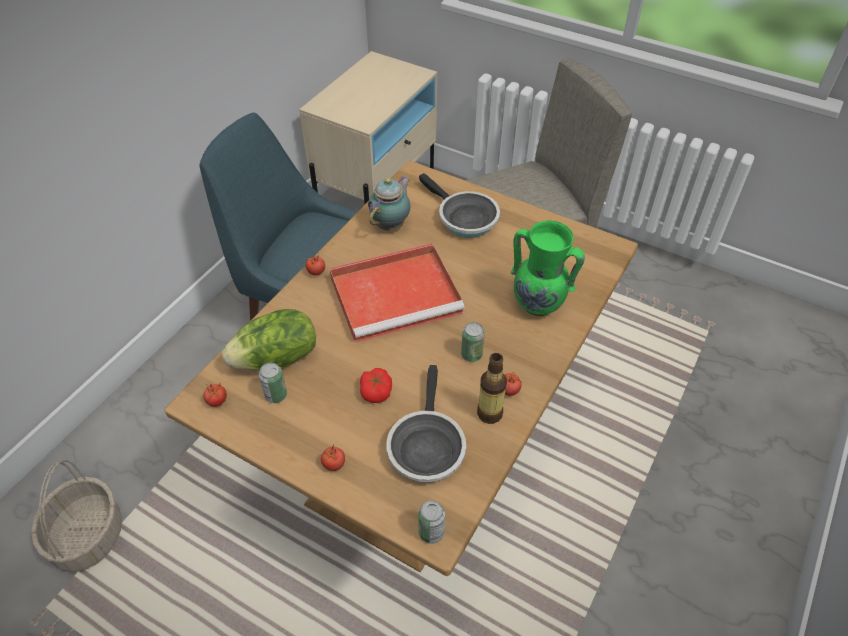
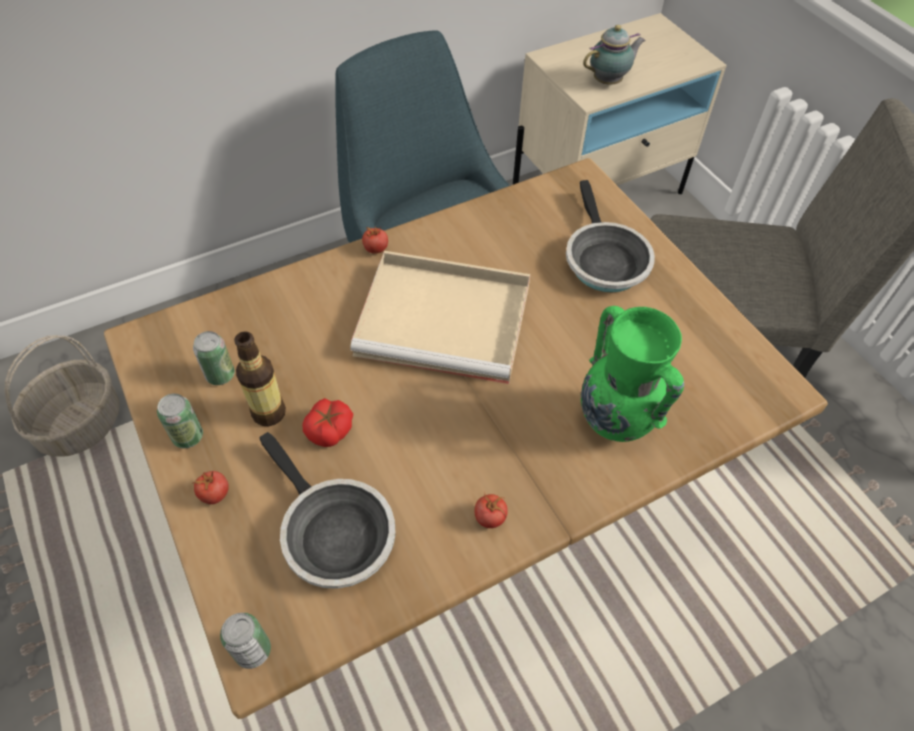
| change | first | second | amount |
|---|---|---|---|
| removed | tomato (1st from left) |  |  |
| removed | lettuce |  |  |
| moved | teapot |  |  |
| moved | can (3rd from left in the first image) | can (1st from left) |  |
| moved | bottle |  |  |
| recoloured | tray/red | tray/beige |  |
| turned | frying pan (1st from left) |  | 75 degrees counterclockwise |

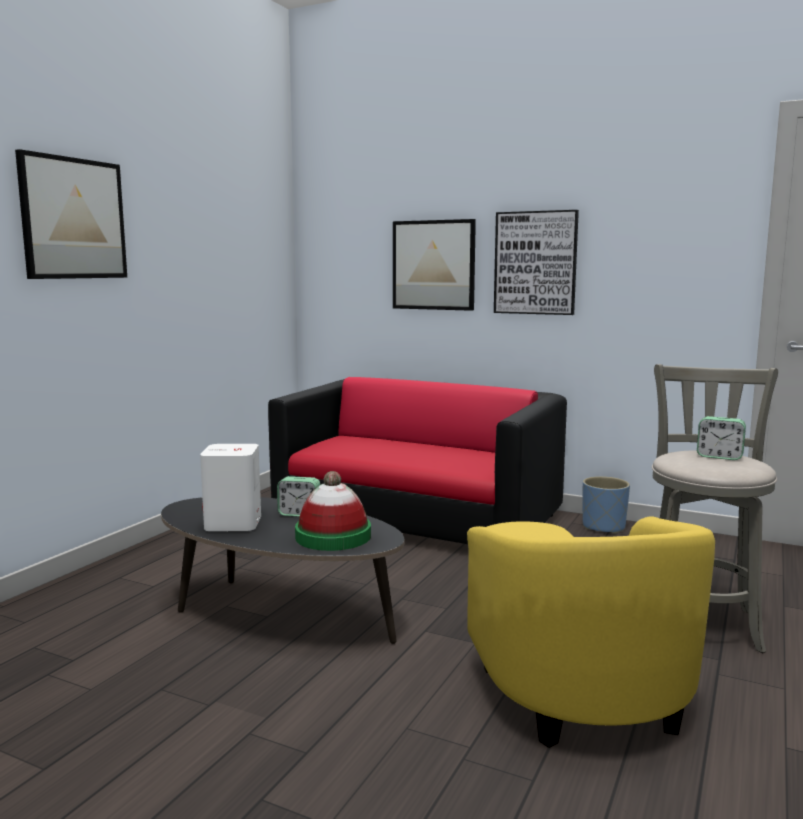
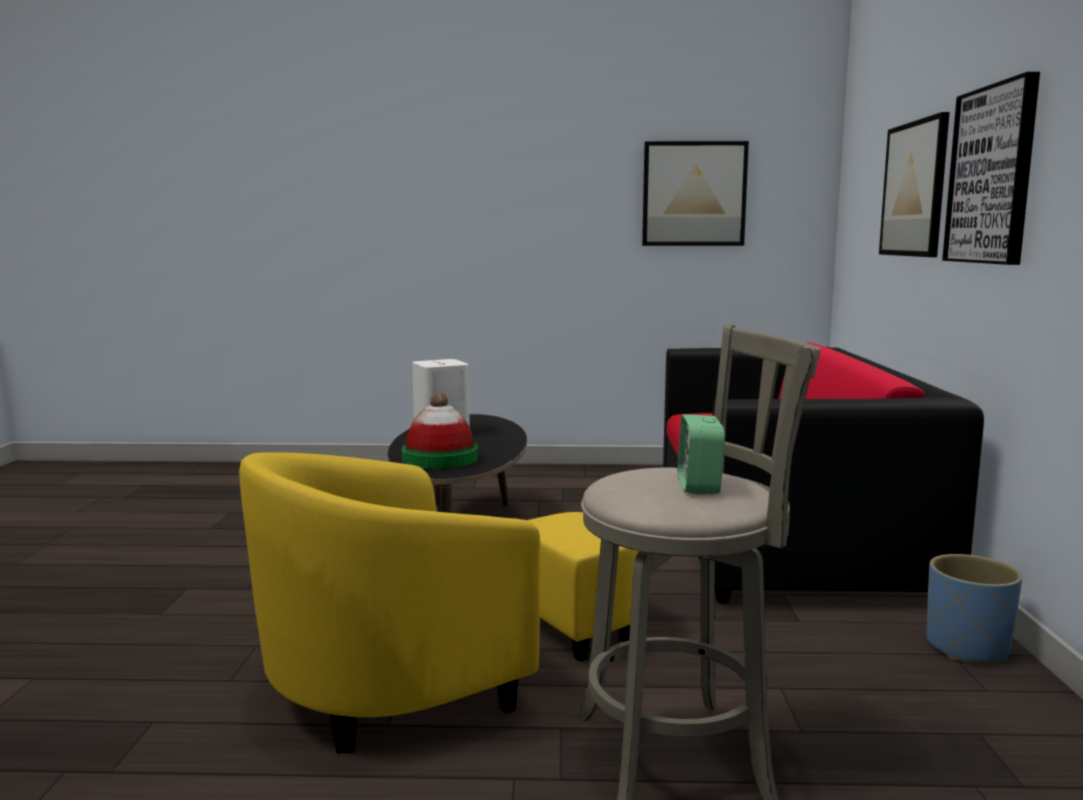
| change | first | second | amount |
|---|---|---|---|
| removed | alarm clock (1st from left) |  |  |
| moved | picture (1st from left) |  |  |

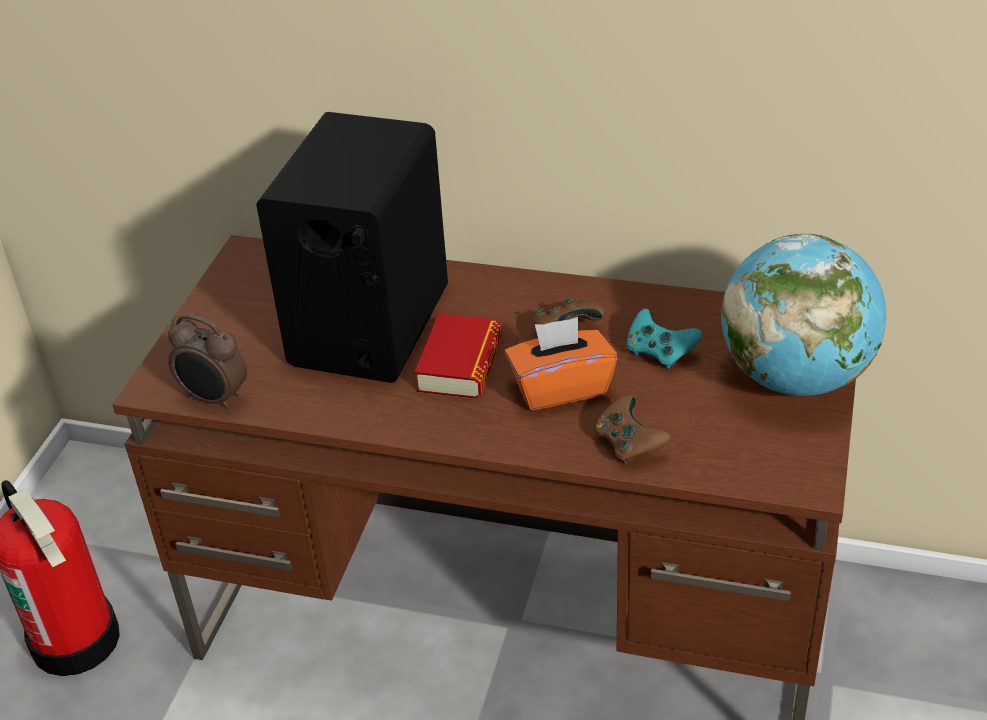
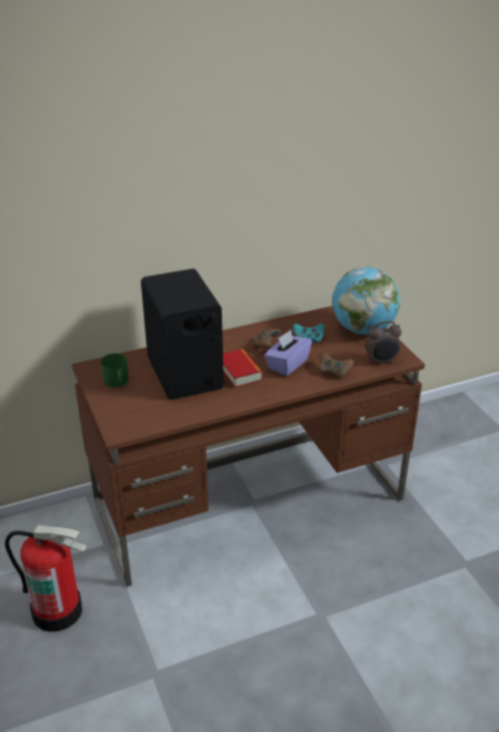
| change | first | second | amount |
|---|---|---|---|
| added |  | mug/green |  |
| moved | alarm clock |  |  |
| recoloured | tissue box/orange | tissue box/purple |  |

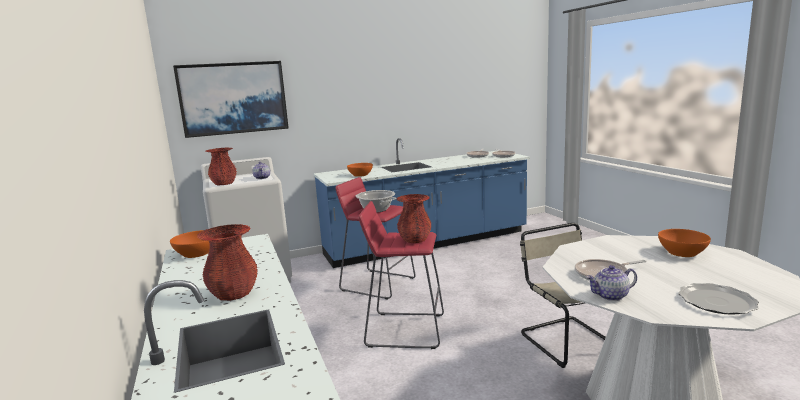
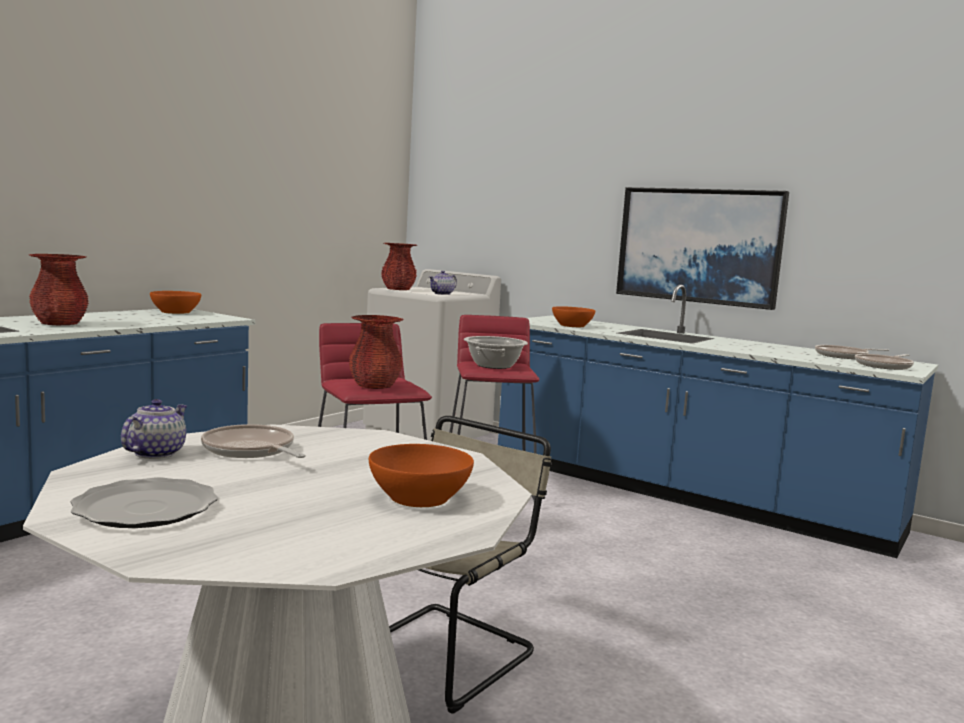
| change | first | second | amount |
|---|---|---|---|
| moved | picture |  |  |
| turned | teapot (2nd from left in the first image) | teapot (1st from left) | 60 degrees clockwise |

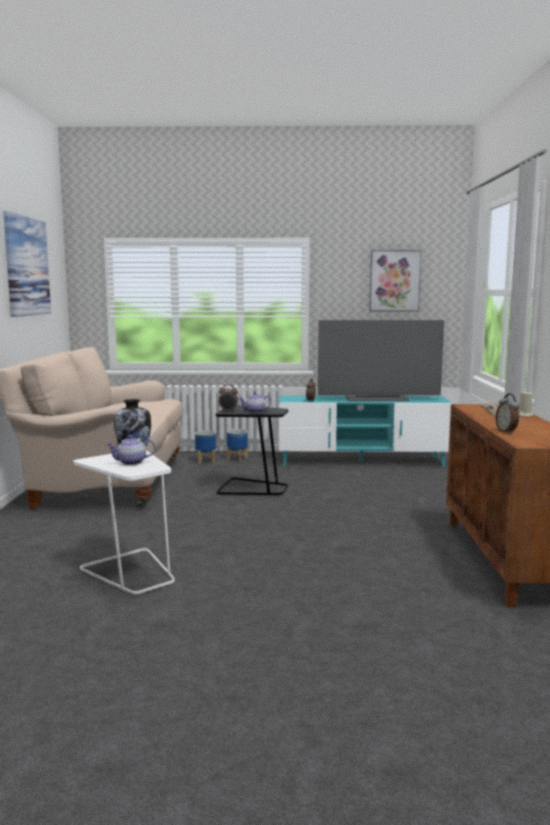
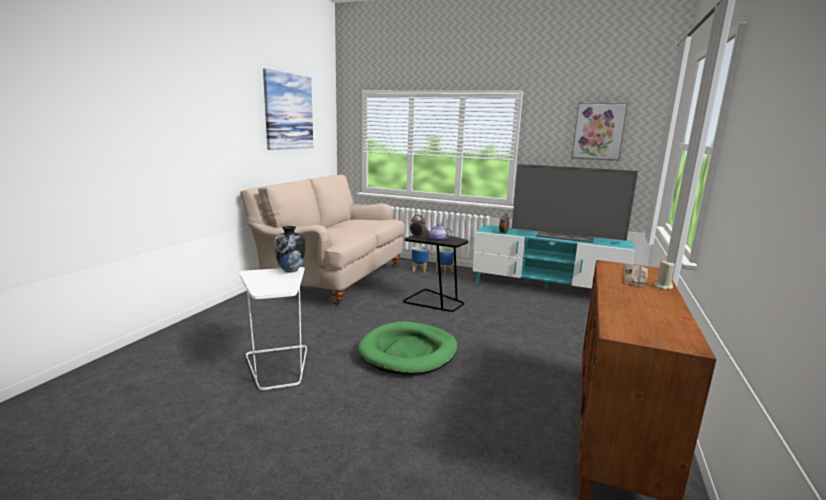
| change | first | second | amount |
|---|---|---|---|
| removed | teapot (1st from left) |  |  |
| removed | alarm clock (3rd from left) |  |  |
| added |  | dog bed/green |  |

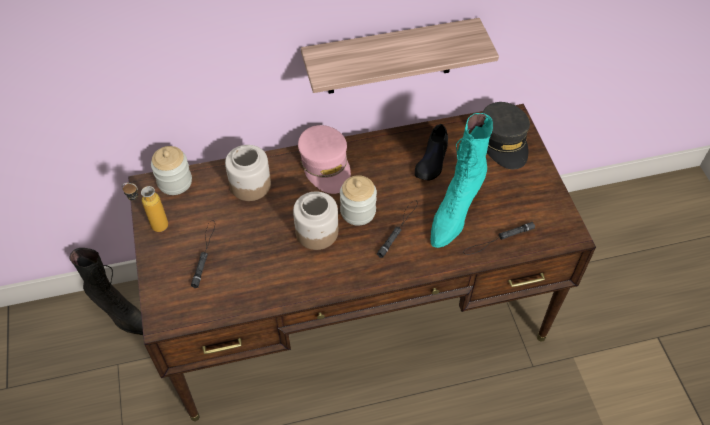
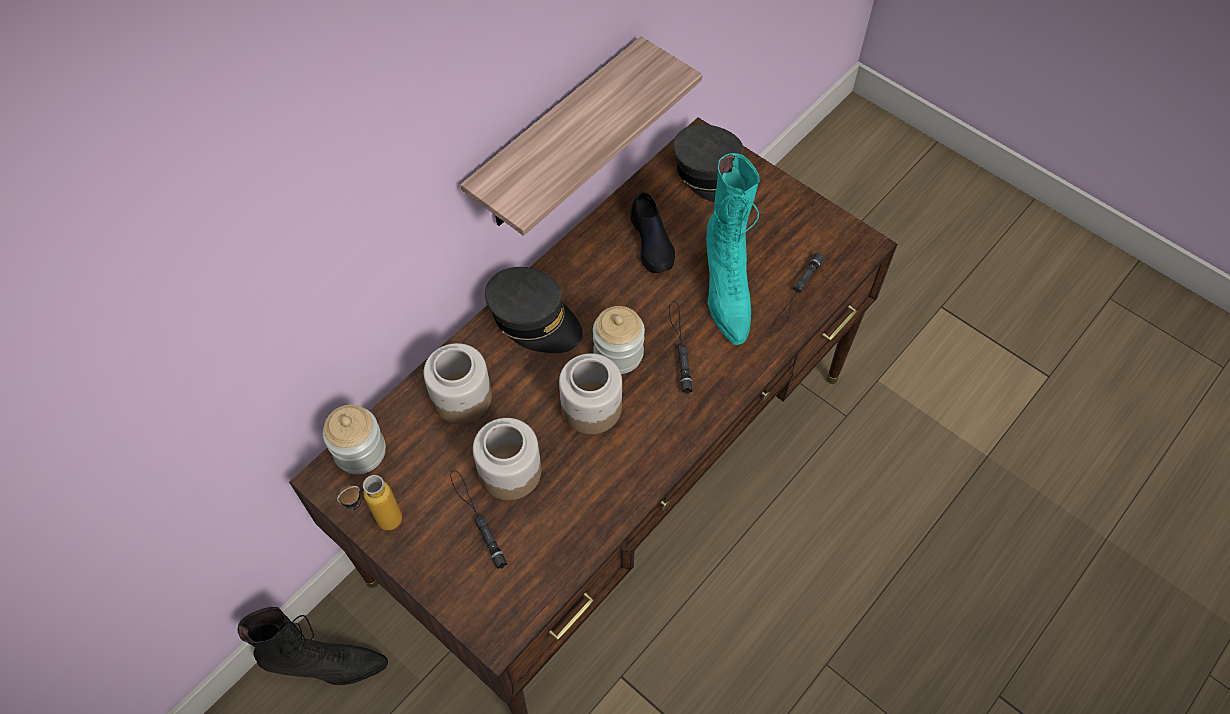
| change | first | second | amount |
|---|---|---|---|
| added |  | jar (3rd from left) |  |
| recoloured | cap/pink | cap/grey (1st from left) |  |

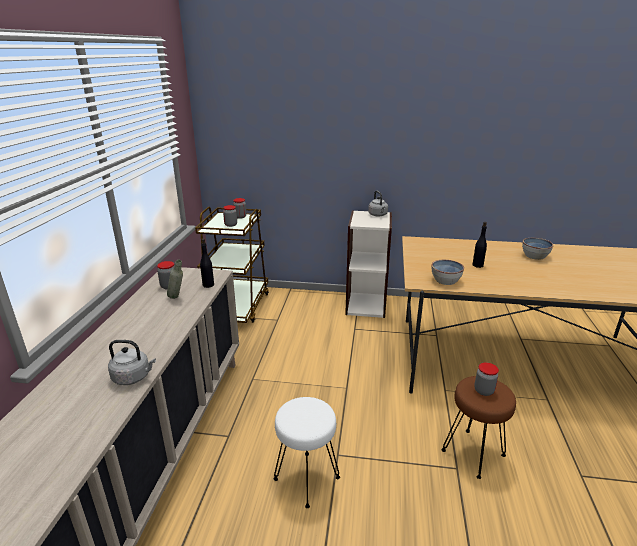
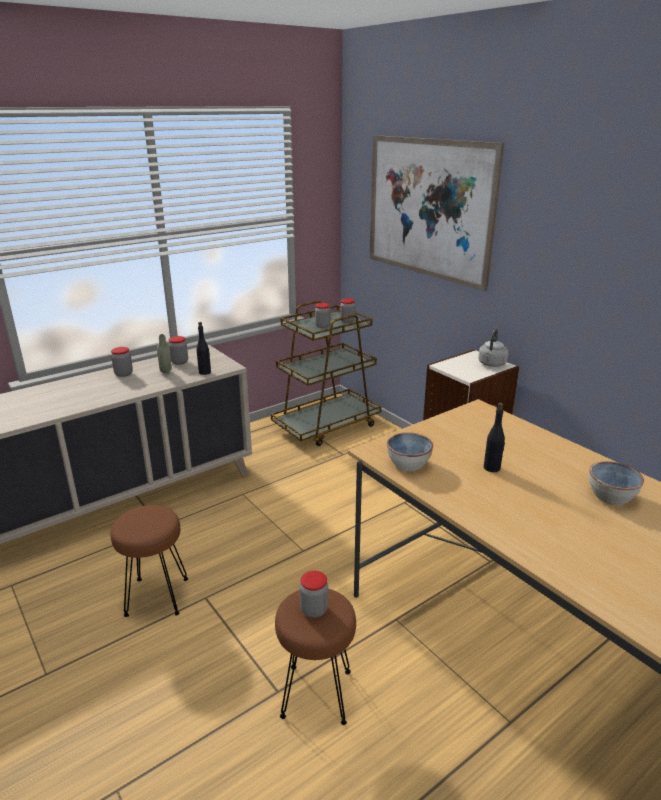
| change | first | second | amount |
|---|---|---|---|
| removed | kettle/grey (1st from left) |  |  |
| added |  | jar (1st from left) |  |
| added |  | picture |  |
| recoloured | stool/white | stool/brown (1st from left) |  |

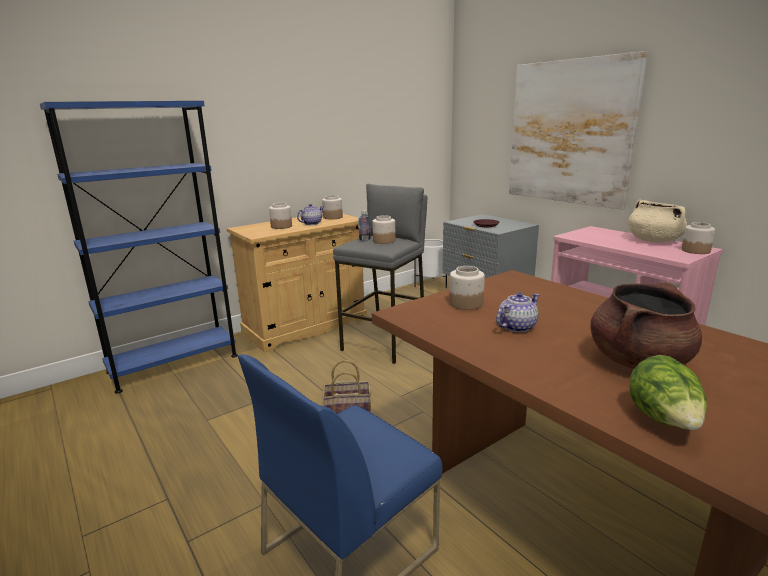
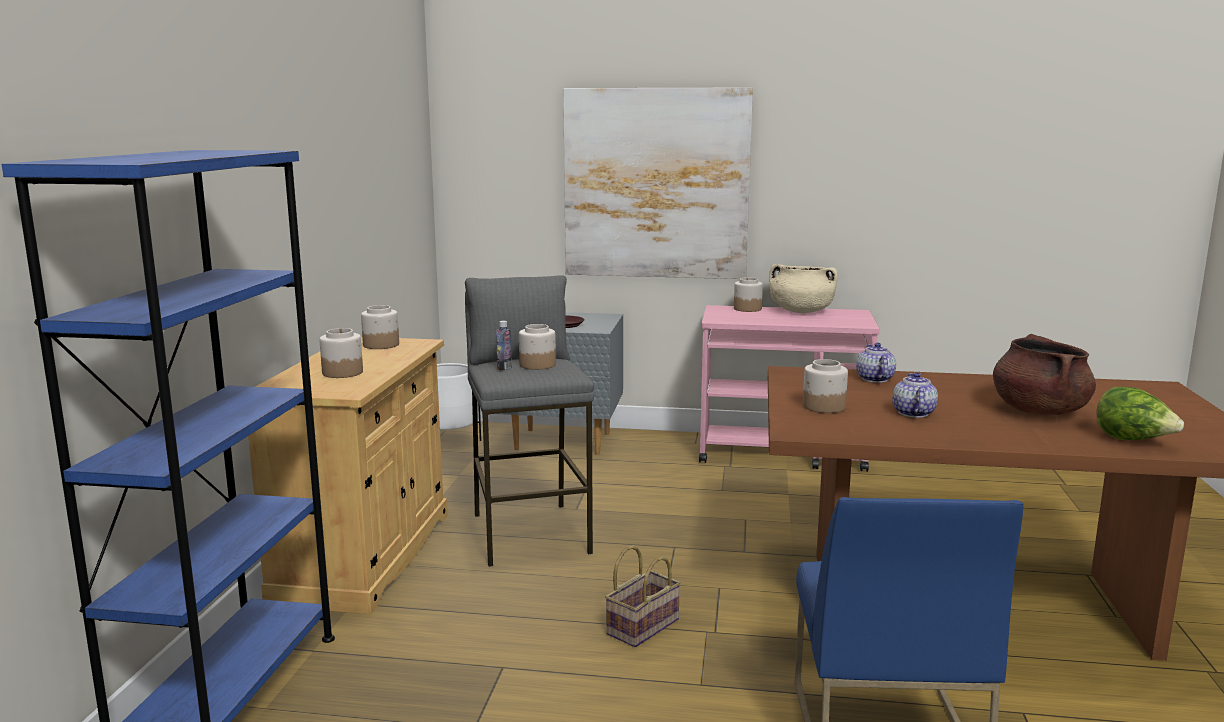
| change | first | second | amount |
|---|---|---|---|
| moved | teapot (1st from left) |  |  |
| moved | jar (5th from left in the first image) | jar (4th from left) |  |

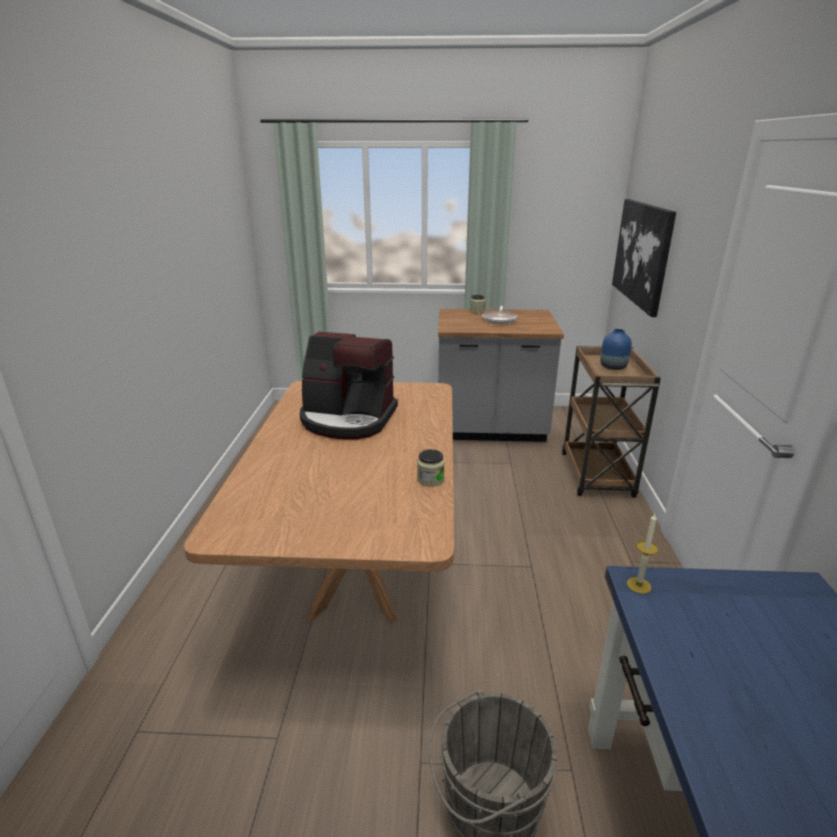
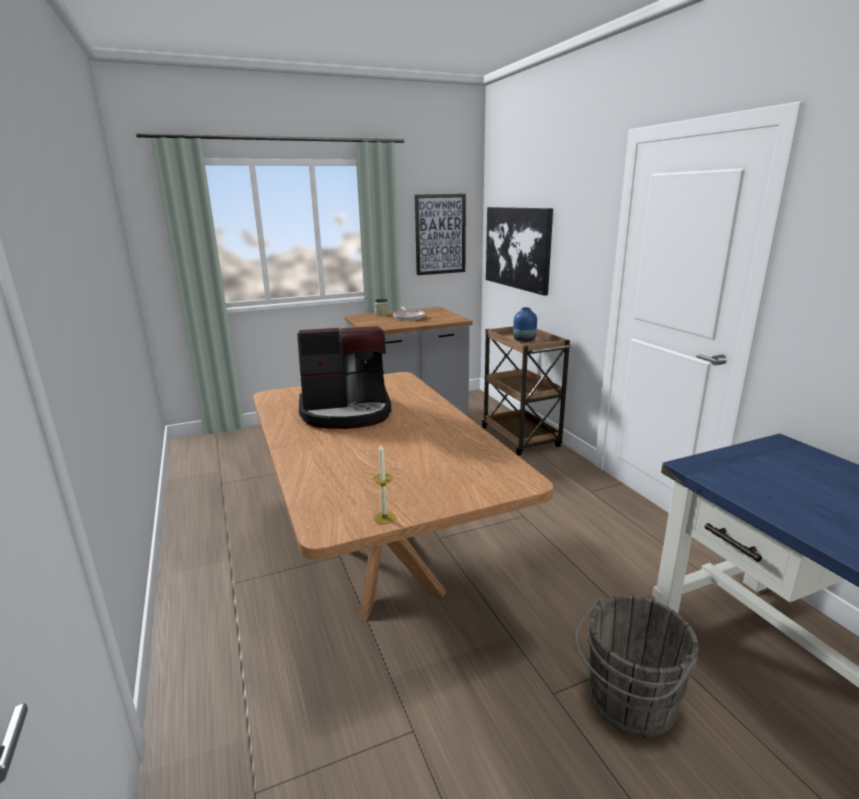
| change | first | second | amount |
|---|---|---|---|
| removed | jar (1st from left) |  |  |
| added |  | picture (1st from left) |  |
| moved | candle |  |  |

